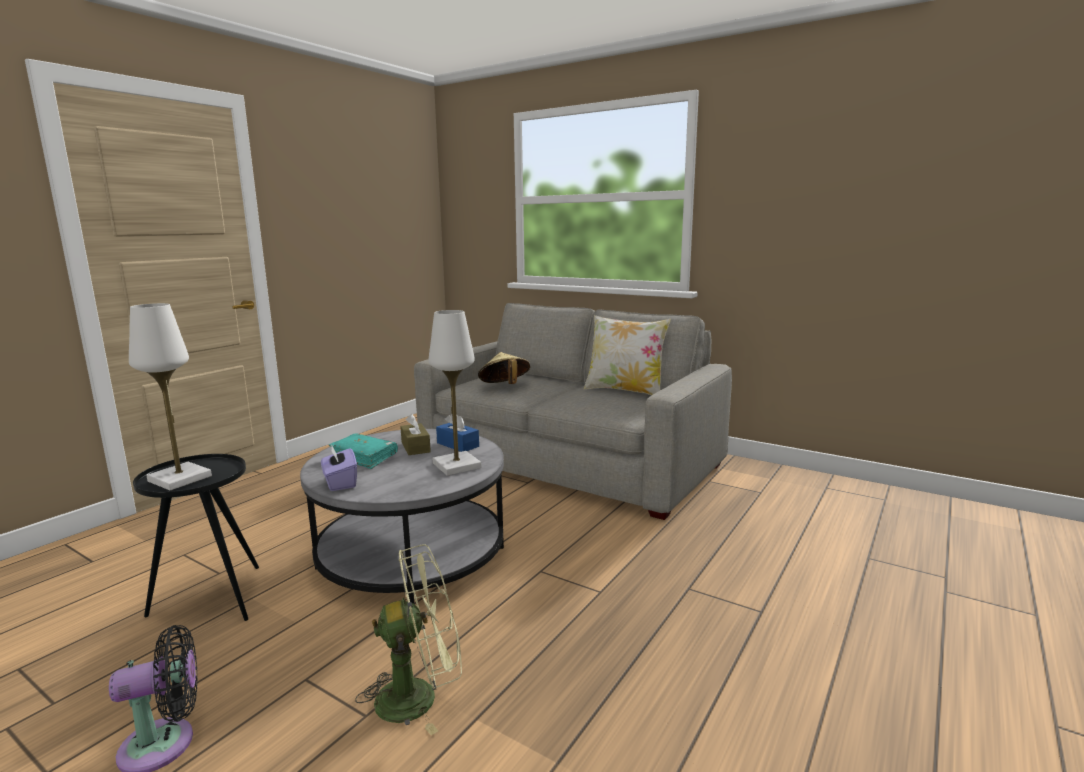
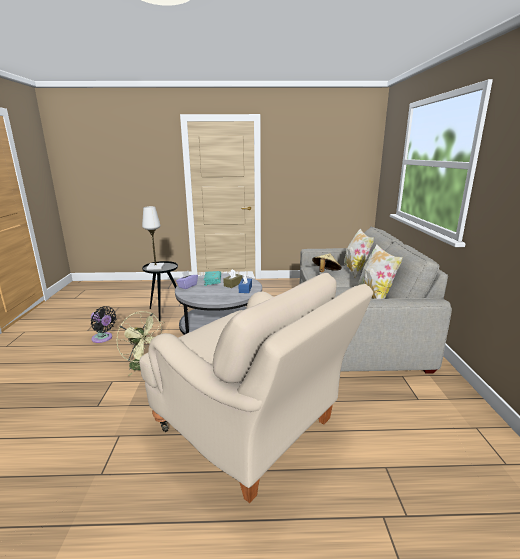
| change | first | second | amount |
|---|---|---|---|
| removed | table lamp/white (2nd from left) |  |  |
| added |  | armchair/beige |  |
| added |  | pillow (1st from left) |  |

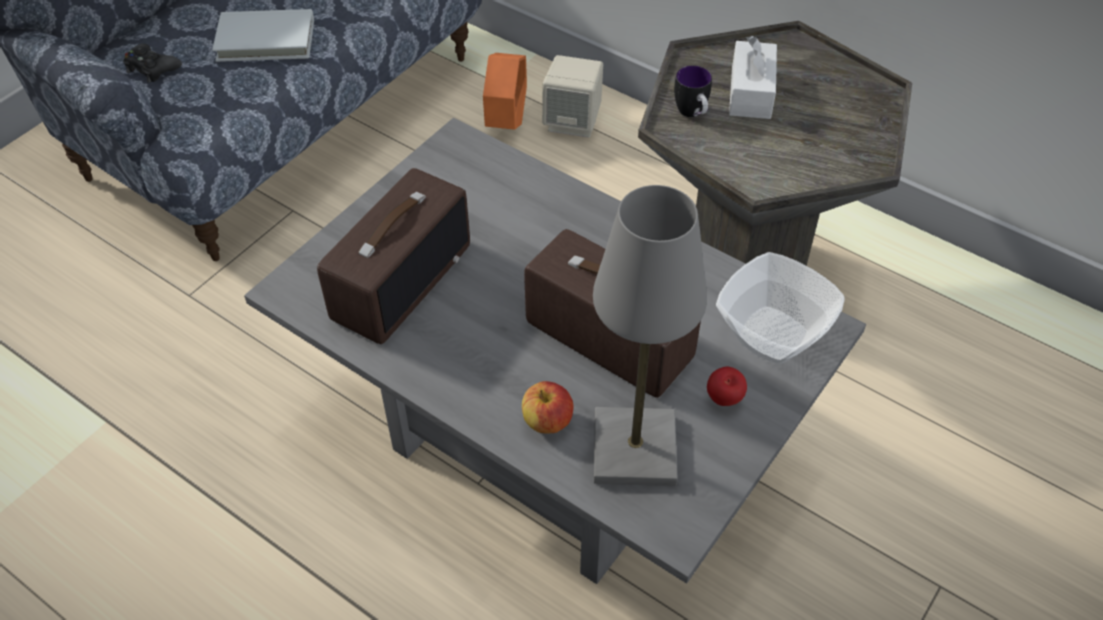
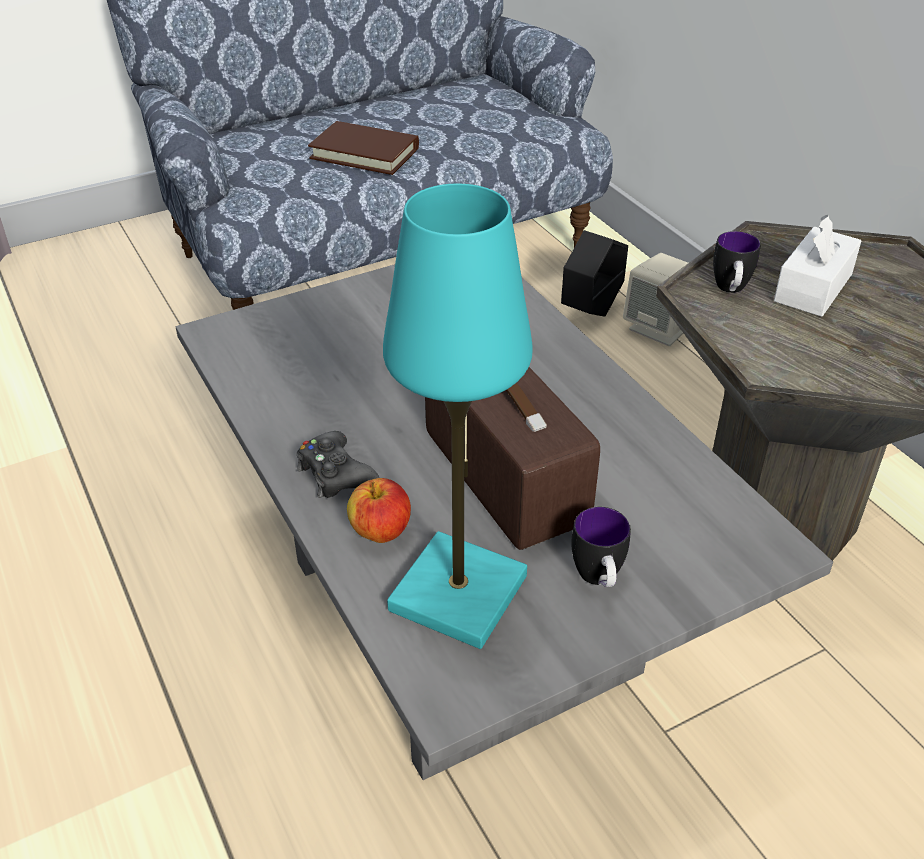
| change | first | second | amount |
|---|---|---|---|
| removed | radio (1st from left) |  |  |
| removed | bowl |  |  |
| moved | game controller/black |  |  |
| replaced | apple (2nd from left) | mug (1st from left) |  |
| recoloured | book/white | book/brown |  |
| recoloured | planter/orange | planter/black |  |
| recoloured | table lamp/grey | table lamp/turquoise |  |

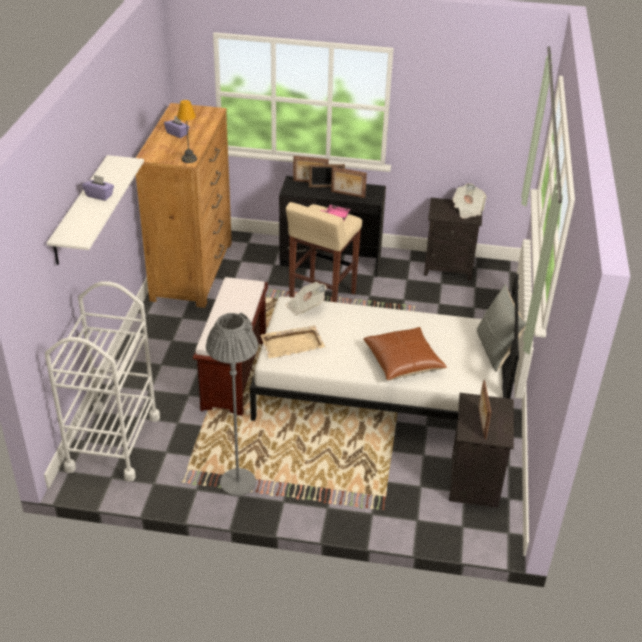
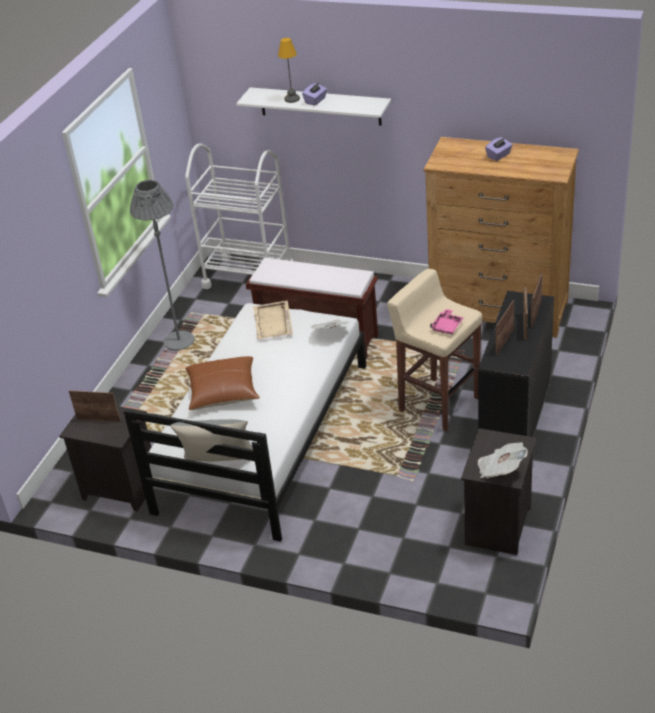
| change | first | second | amount |
|---|---|---|---|
| moved | table lamp |  |  |

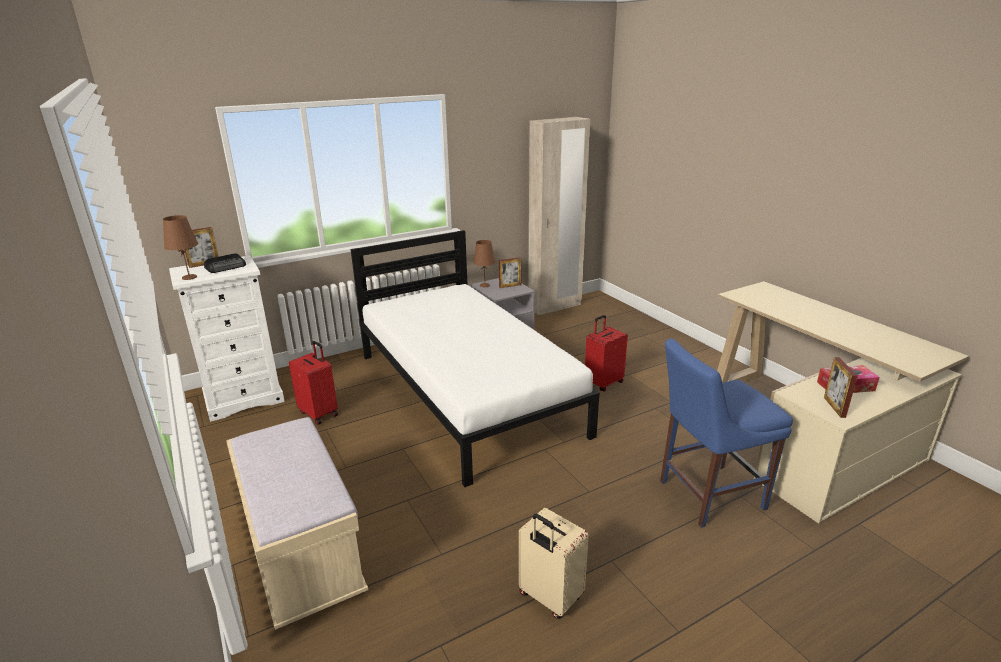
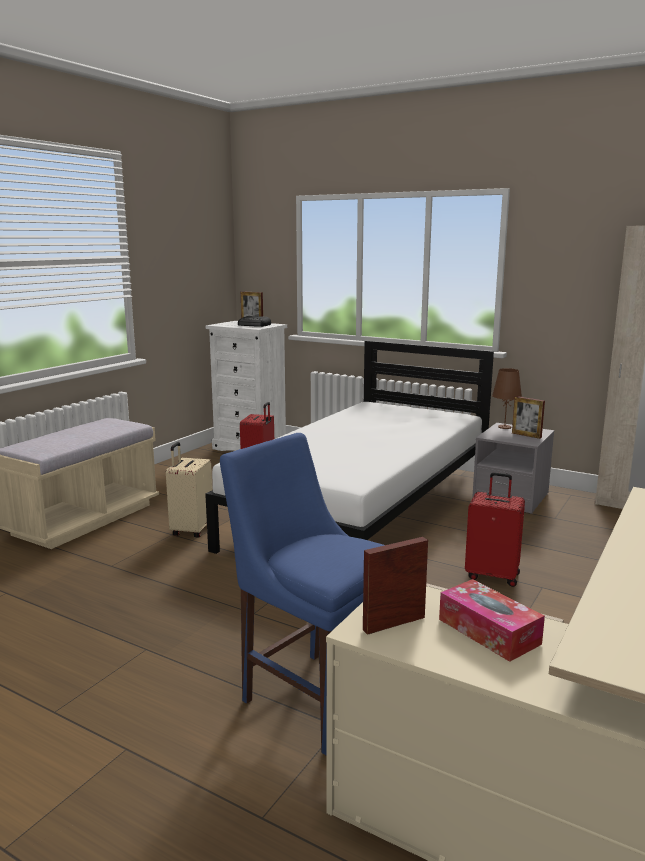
| change | first | second | amount |
|---|---|---|---|
| removed | table lamp/brown (1st from left) |  |  |
| moved | suitcase/beige |  |  |

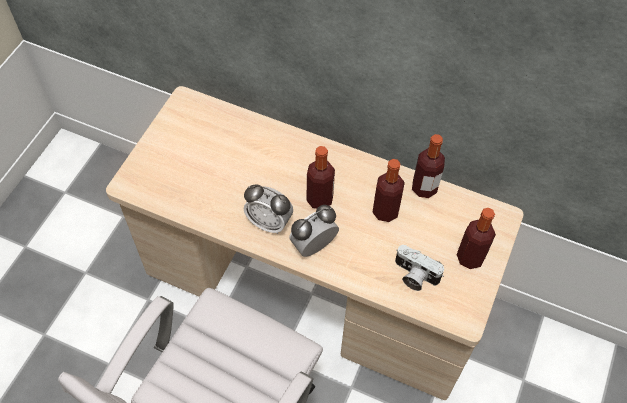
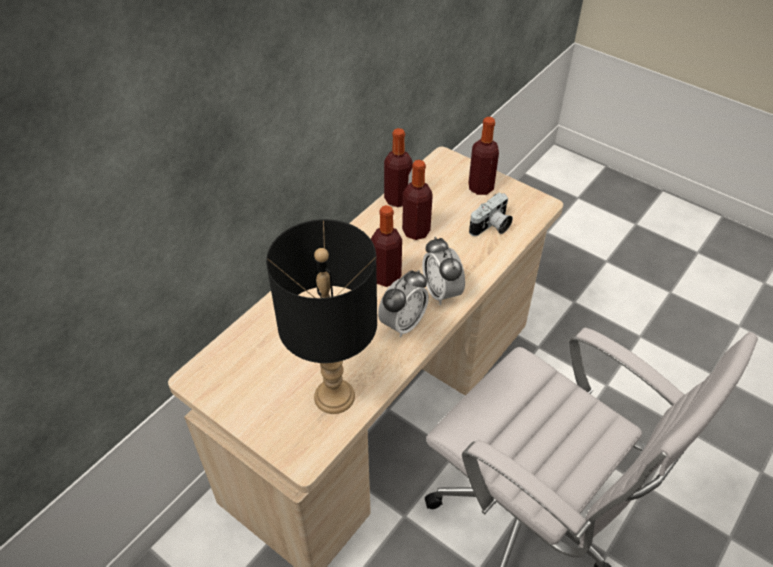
| change | first | second | amount |
|---|---|---|---|
| added |  | table lamp/black |  |

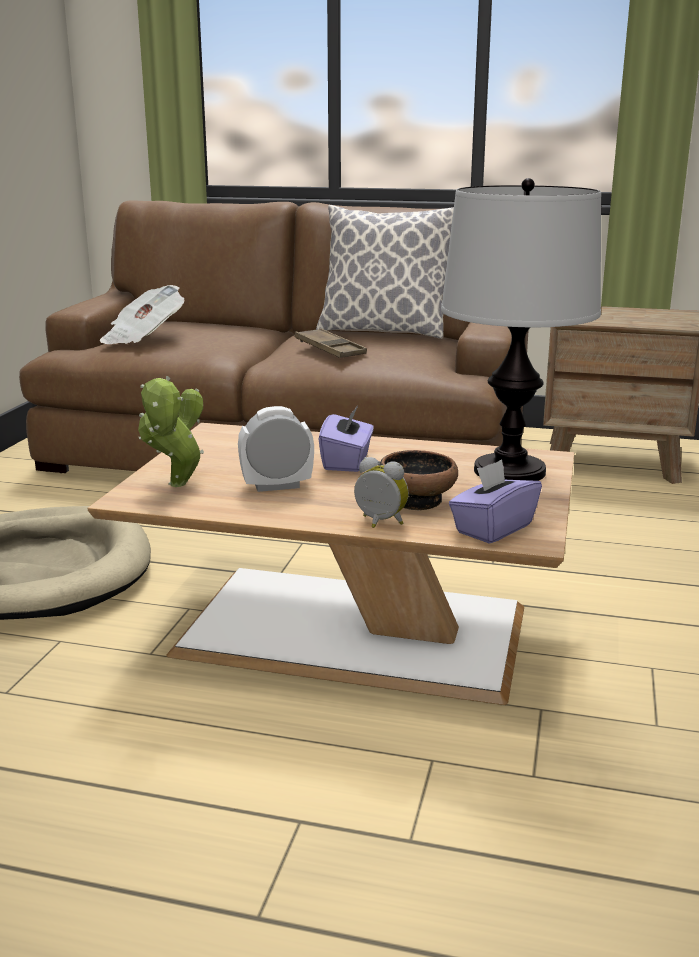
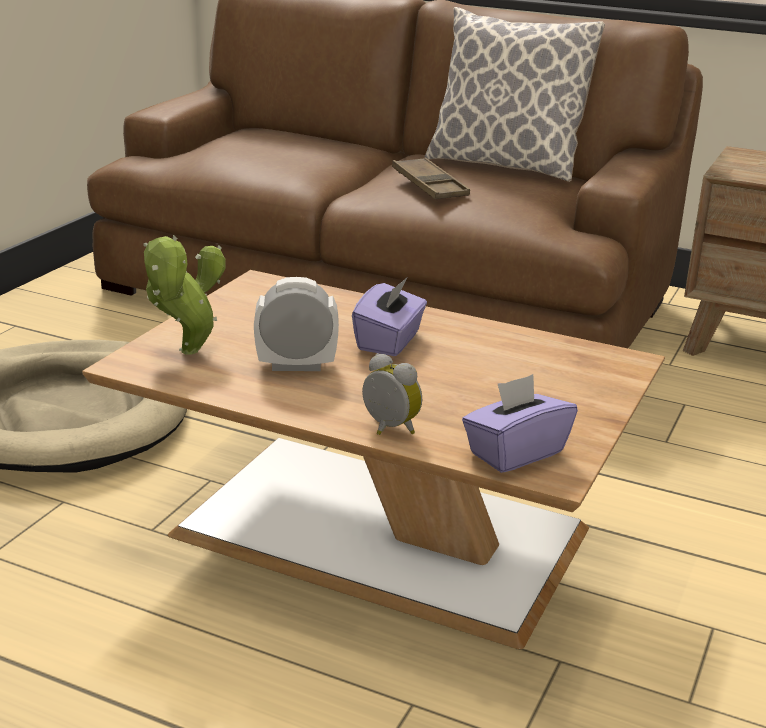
| change | first | second | amount |
|---|---|---|---|
| removed | newspaper |  |  |
| removed | bowl |  |  |
| removed | table lamp |  |  |

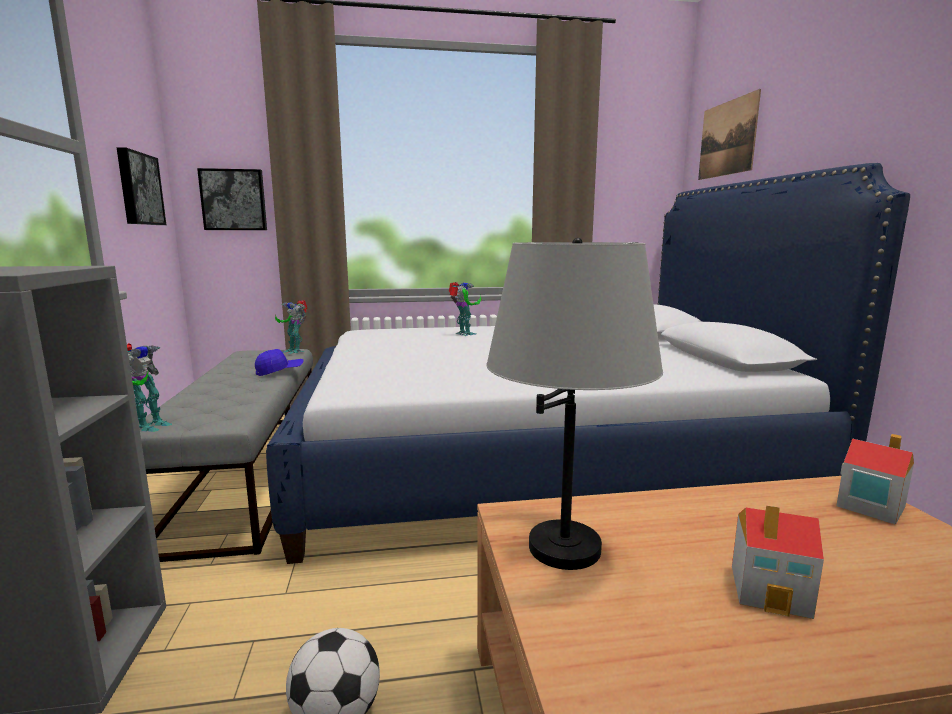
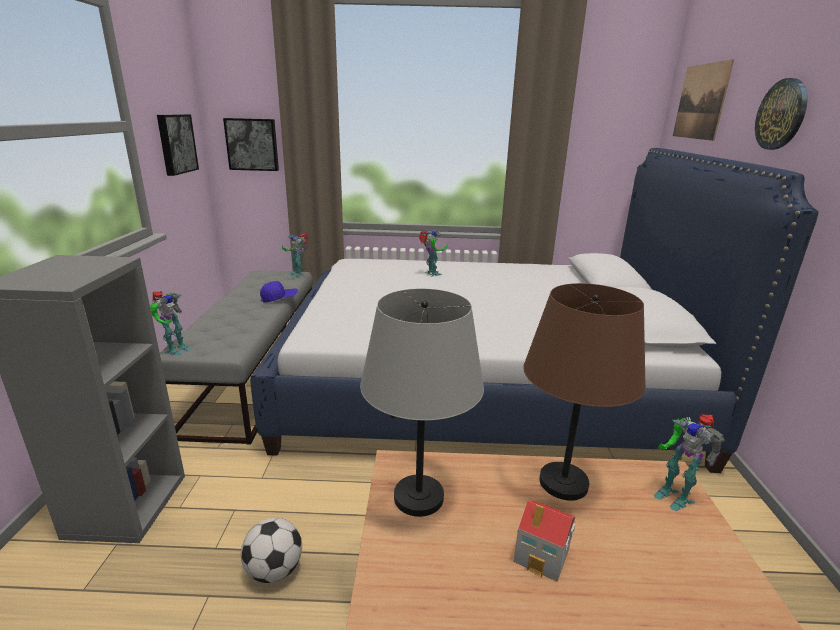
| change | first | second | amount |
|---|---|---|---|
| added |  | table lamp/brown |  |
| added |  | wall clock |  |
| replaced | toy house (2nd from left) | toy robot (4th from left) |  |

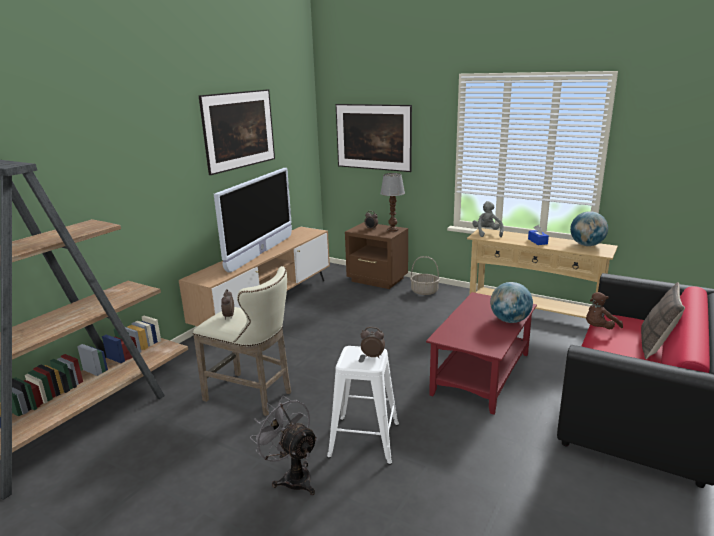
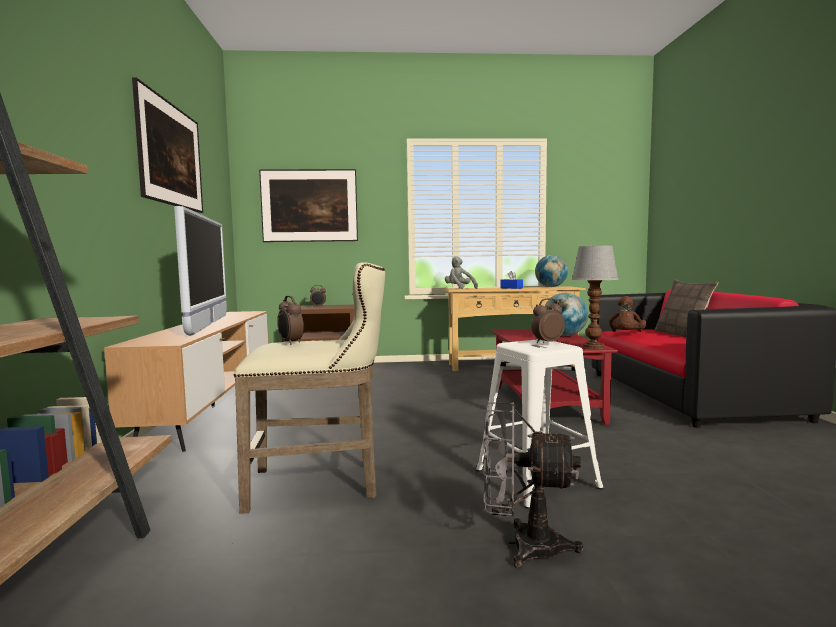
| change | first | second | amount |
|---|---|---|---|
| removed | basket |  |  |
| moved | table lamp |  |  |

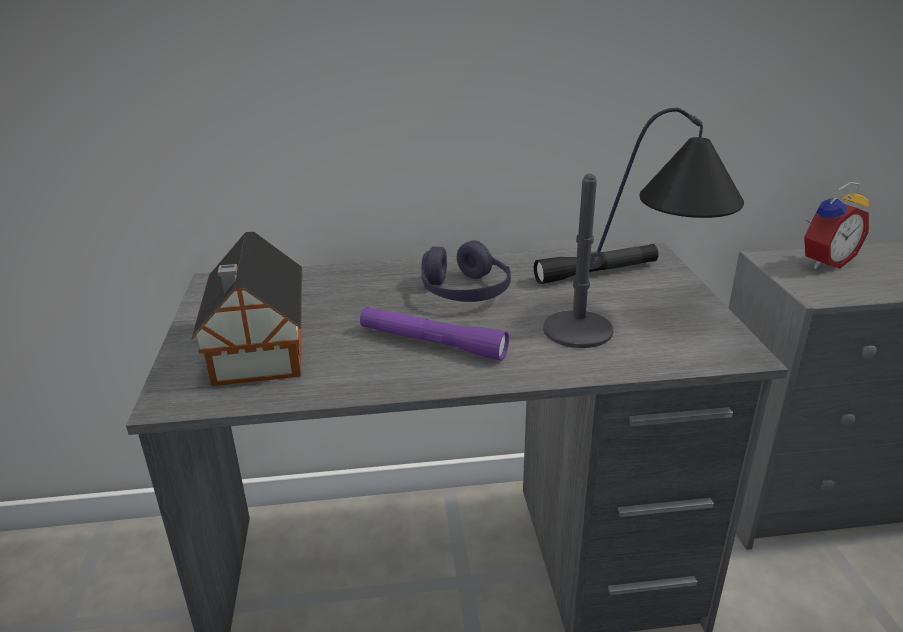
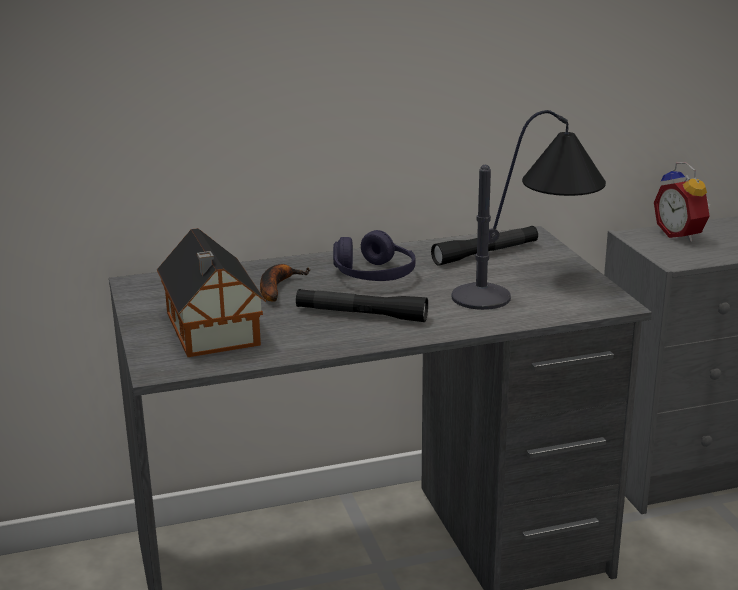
| change | first | second | amount |
|---|---|---|---|
| added |  | banana |  |
| recoloured | flashlight/purple | flashlight/black (1st from left) |  |
| turned | alarm clock |  | 105 degrees clockwise |

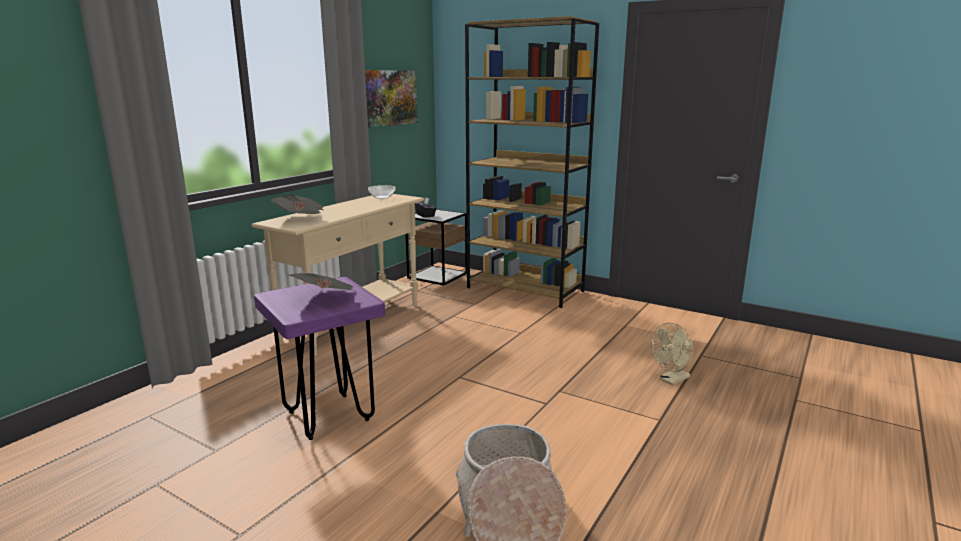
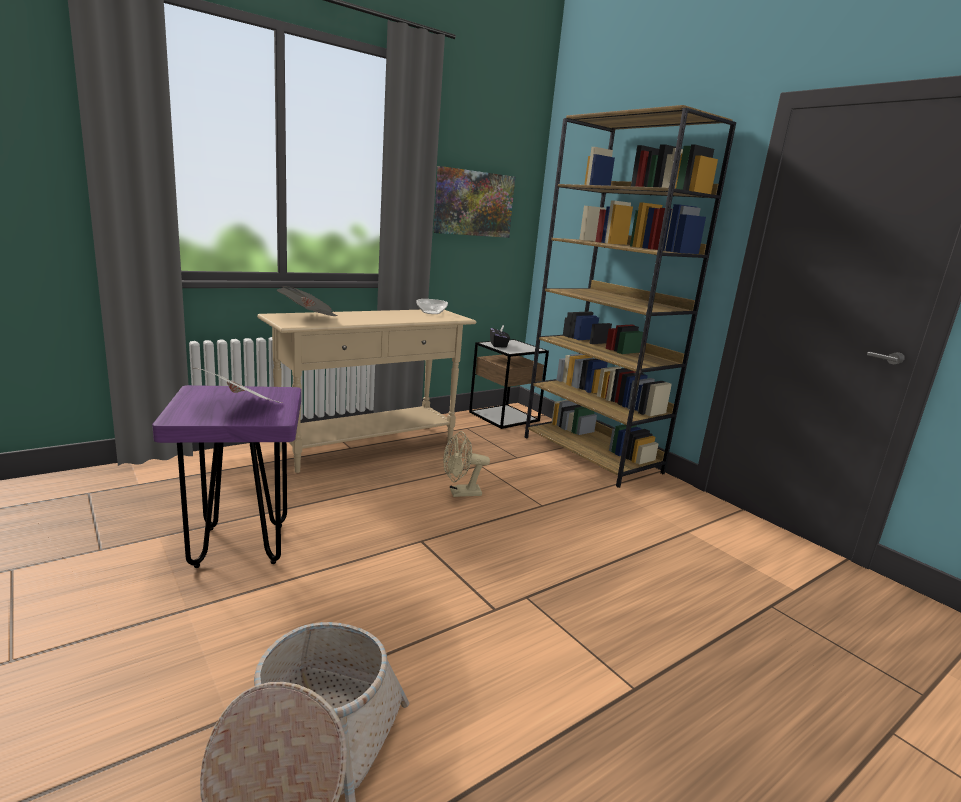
| change | first | second | amount |
|---|---|---|---|
| moved | fan/beige |  |  |

